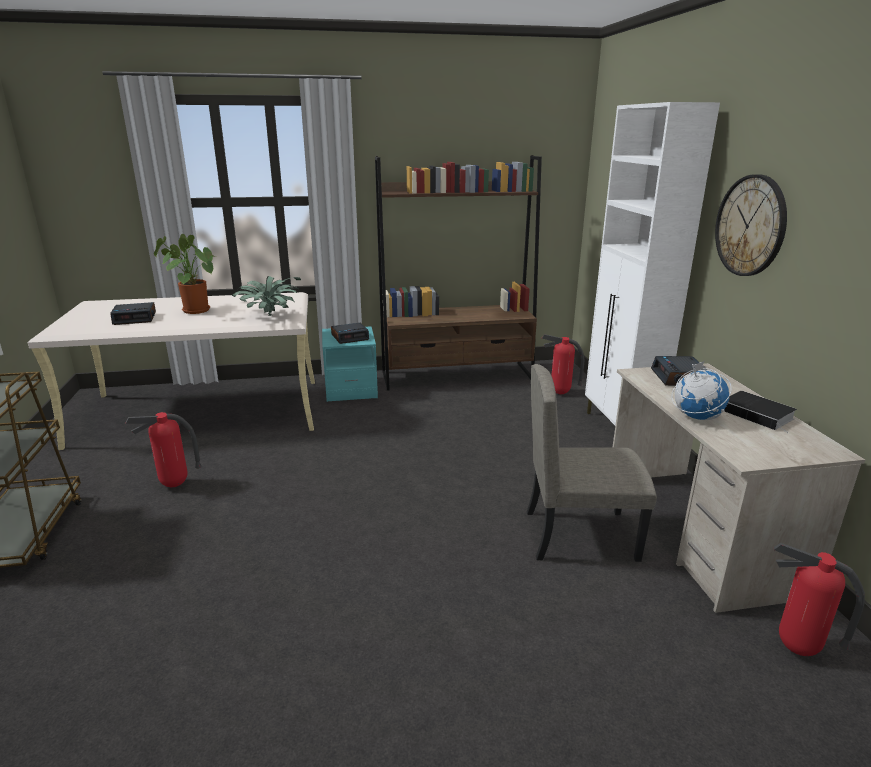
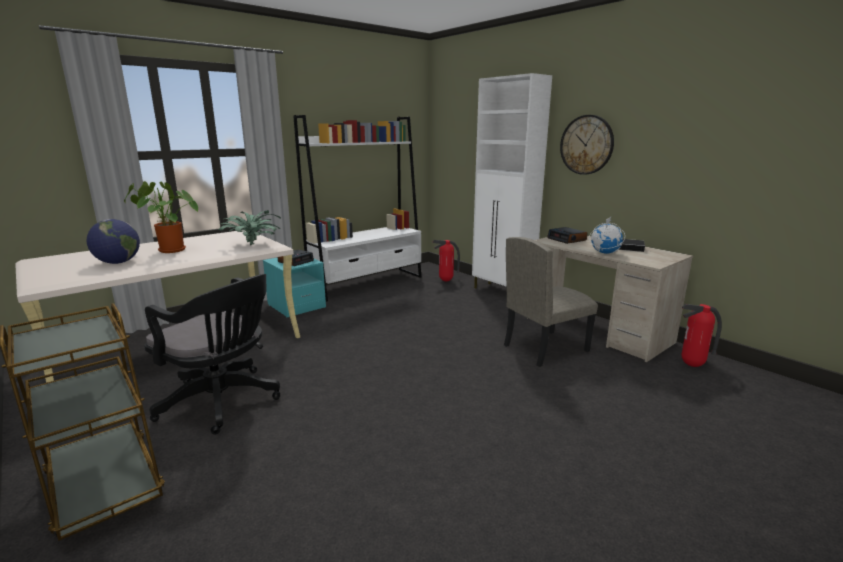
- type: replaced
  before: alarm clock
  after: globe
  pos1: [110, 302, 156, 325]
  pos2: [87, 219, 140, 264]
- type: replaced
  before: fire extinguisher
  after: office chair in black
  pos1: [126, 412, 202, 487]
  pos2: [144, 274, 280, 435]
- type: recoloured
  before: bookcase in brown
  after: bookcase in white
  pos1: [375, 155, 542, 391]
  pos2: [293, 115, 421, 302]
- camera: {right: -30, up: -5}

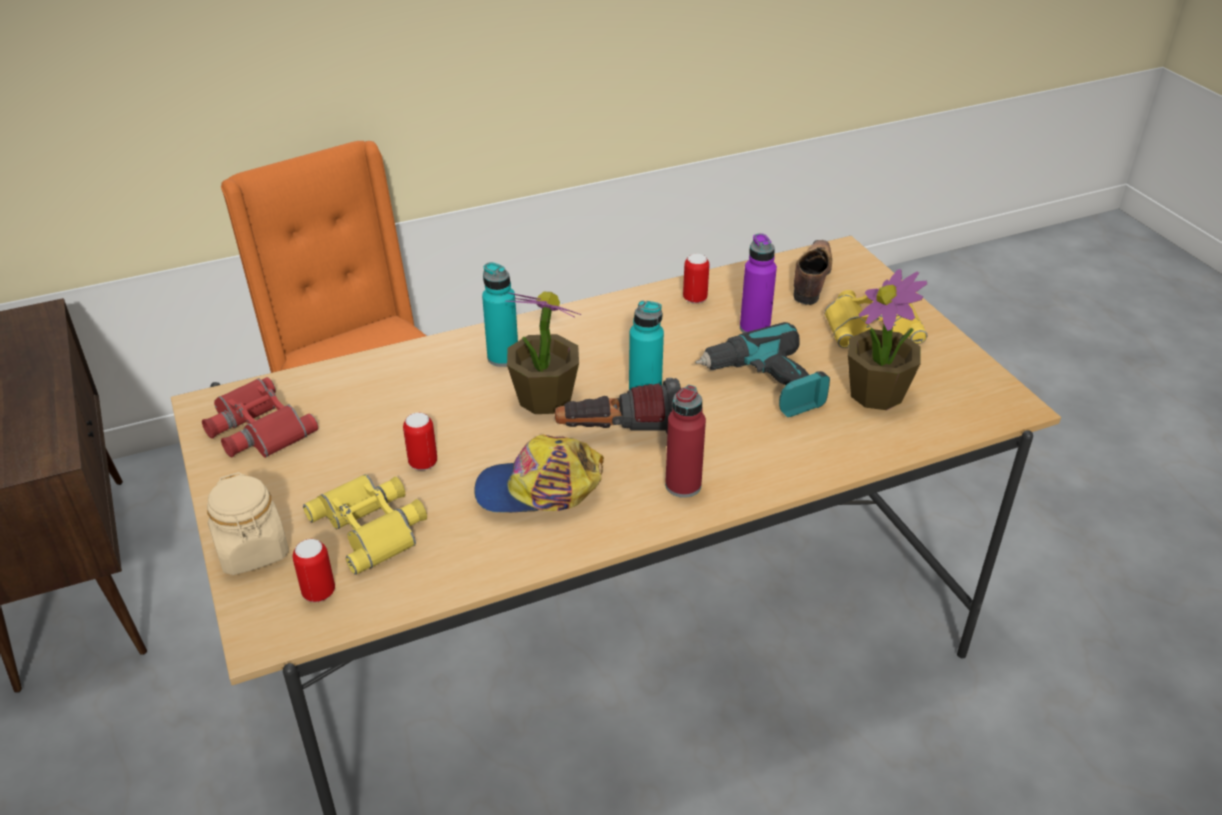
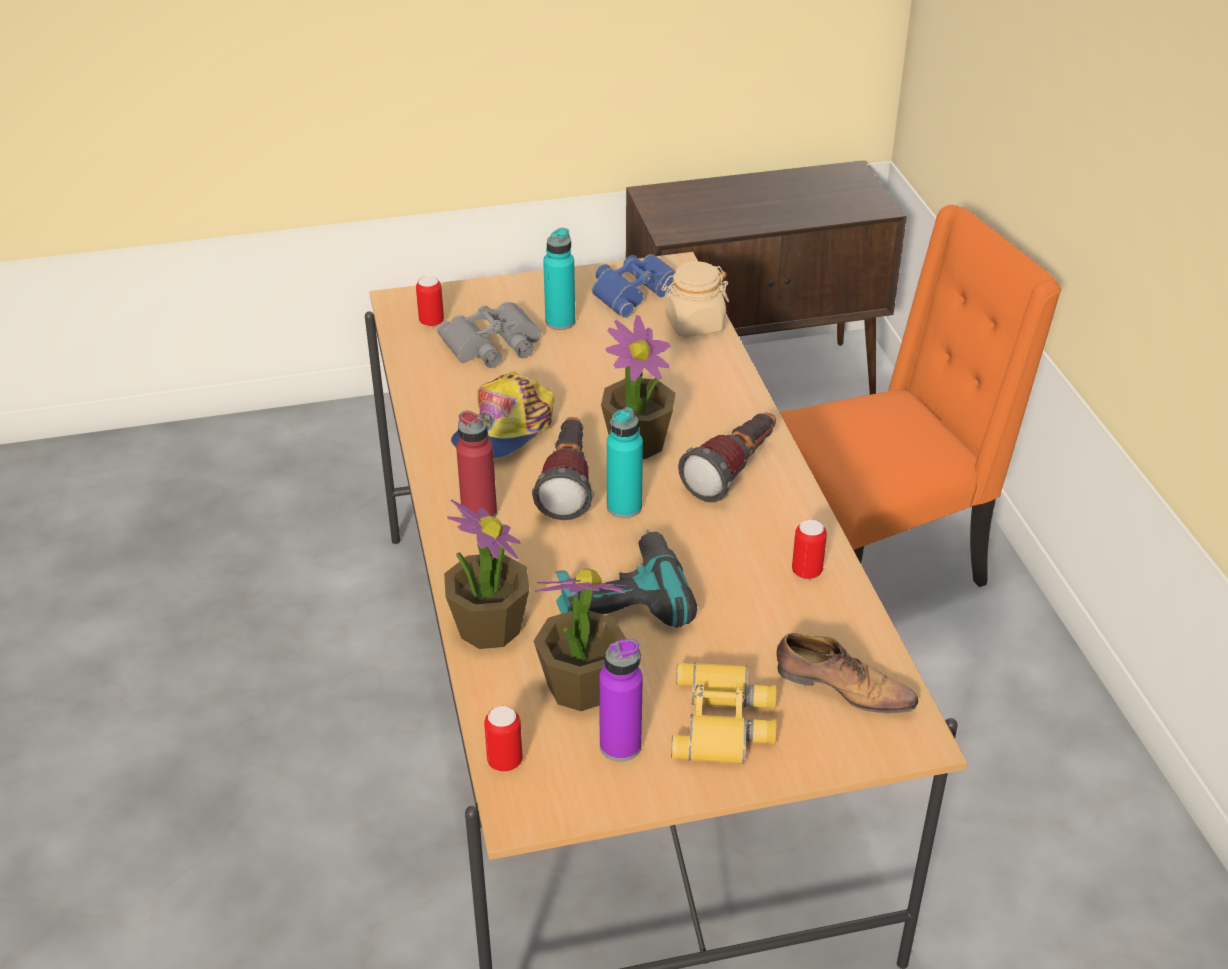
- type: recoloured
  before: binoculars in red
  after: binoculars in blue
  pos1: [202, 377, 318, 458]
  pos2: [592, 254, 676, 318]
- type: moved
  before: jar in beige
  pos1: [207, 472, 289, 575]
  pos2: [662, 261, 729, 337]
- type: recoloured
  before: binoculars in yellow
  after: binoculars in grey
  pos1: [303, 474, 427, 575]
  pos2: [437, 302, 541, 368]
- type: moved
  before: can
  pos1: [403, 413, 437, 470]
  pos2: [484, 706, 523, 772]
- type: turned
  before: cap
  pos1: [475, 435, 604, 513]
  pos2: [451, 371, 554, 458]
  turn: -150
- type: moved
  before: bottle in turquoise
  pos1: [482, 262, 518, 367]
  pos2: [543, 228, 575, 330]
- type: moved
  before: bottle in purple
  pos1: [740, 233, 777, 333]
  pos2: [599, 639, 643, 762]
- type: added
  after: potted plant
  pos2: [444, 500, 529, 649]
- type: added
  after: flashlight
  pos2: [678, 412, 776, 502]
- camera: {right: 100, up: 0}

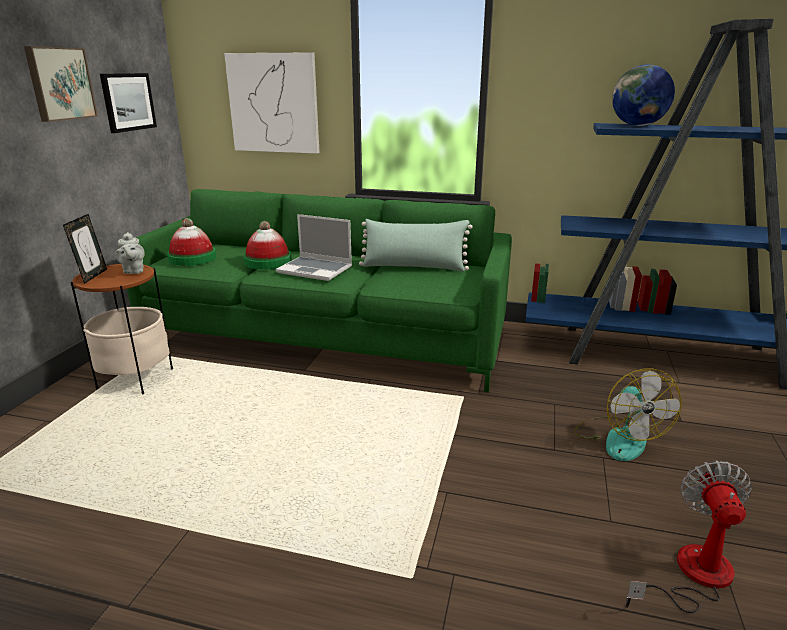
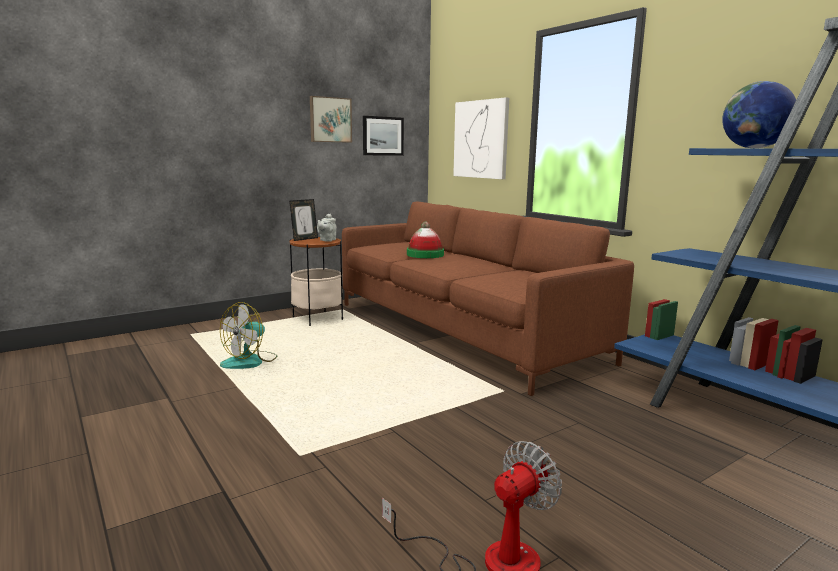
- type: recoloured
  before: sofa in green
  after: sofa in brown
  pos1: [119, 189, 512, 393]
  pos2: [342, 201, 634, 396]
- type: removed
  before: hat
  pos1: [167, 218, 216, 266]
- type: removed
  before: laptop
  pos1: [276, 214, 352, 281]
- type: removed
  before: pillow in green
  pos1: [359, 219, 472, 272]
- type: moved
  before: fan
  pos1: [574, 369, 682, 461]
  pos2: [220, 302, 277, 369]
- camera: {right: 40, up: -10}

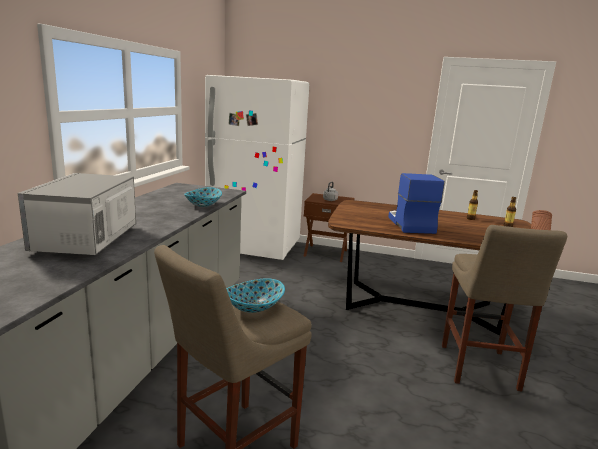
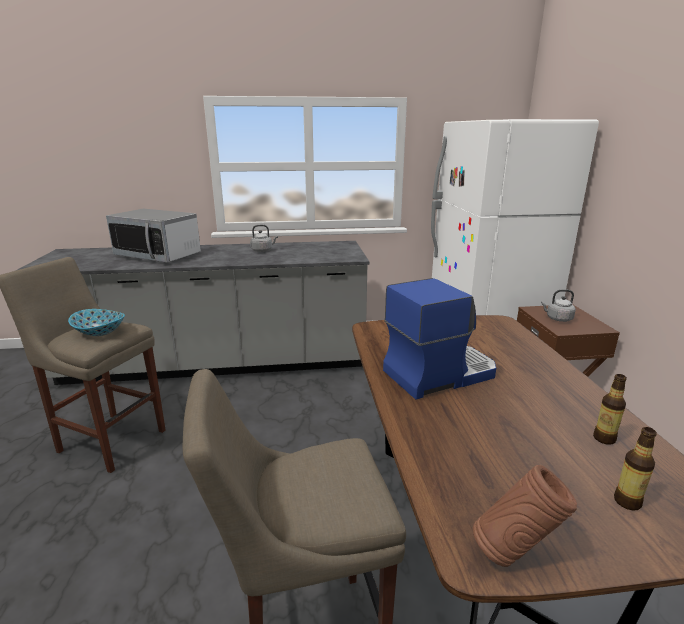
- type: turned
  before: microwave
  pos1: [18, 173, 136, 255]
  pos2: [106, 208, 201, 263]
  turn: -135
- type: removed
  before: bowl
  pos1: [184, 187, 222, 207]
- type: added
  after: kettle in grey
  pos2: [250, 225, 278, 252]
- camera: {right: 70, up: 5}

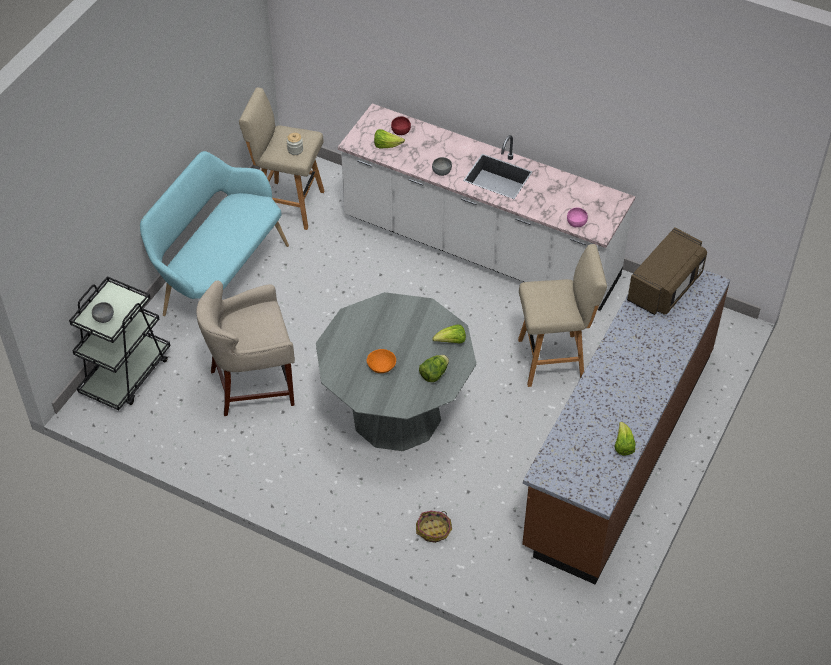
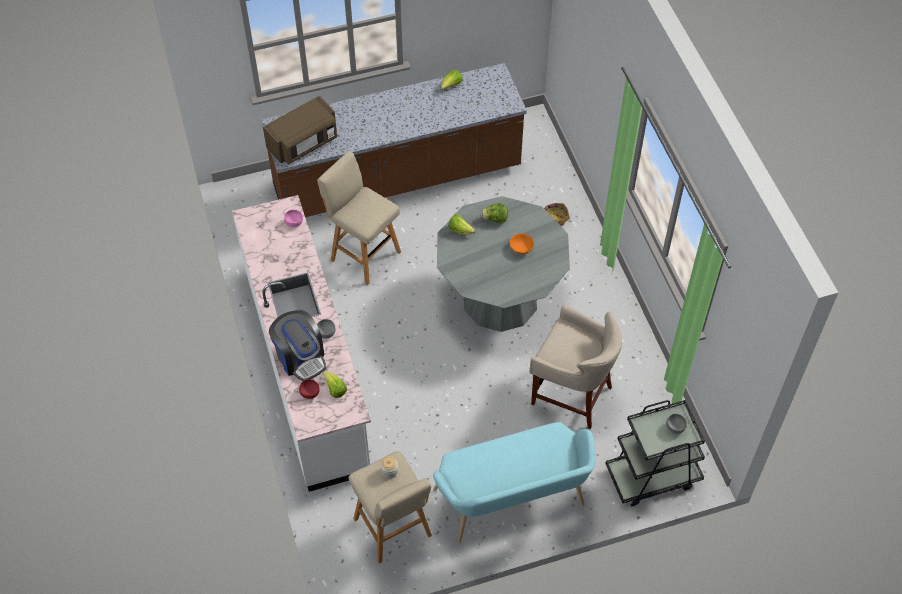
- type: turned
  before: microwave in brown
  pos1: [627, 227, 707, 315]
  pos2: [263, 96, 337, 164]
  turn: 150
- type: added
  after: coffee machine
  pos2: [269, 310, 326, 381]
- camera: {right: -135, up: 5}

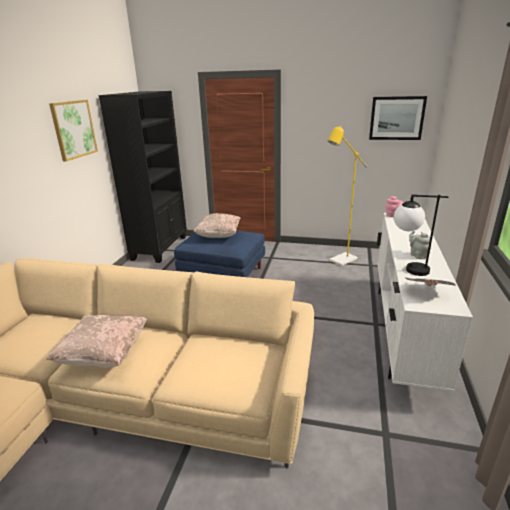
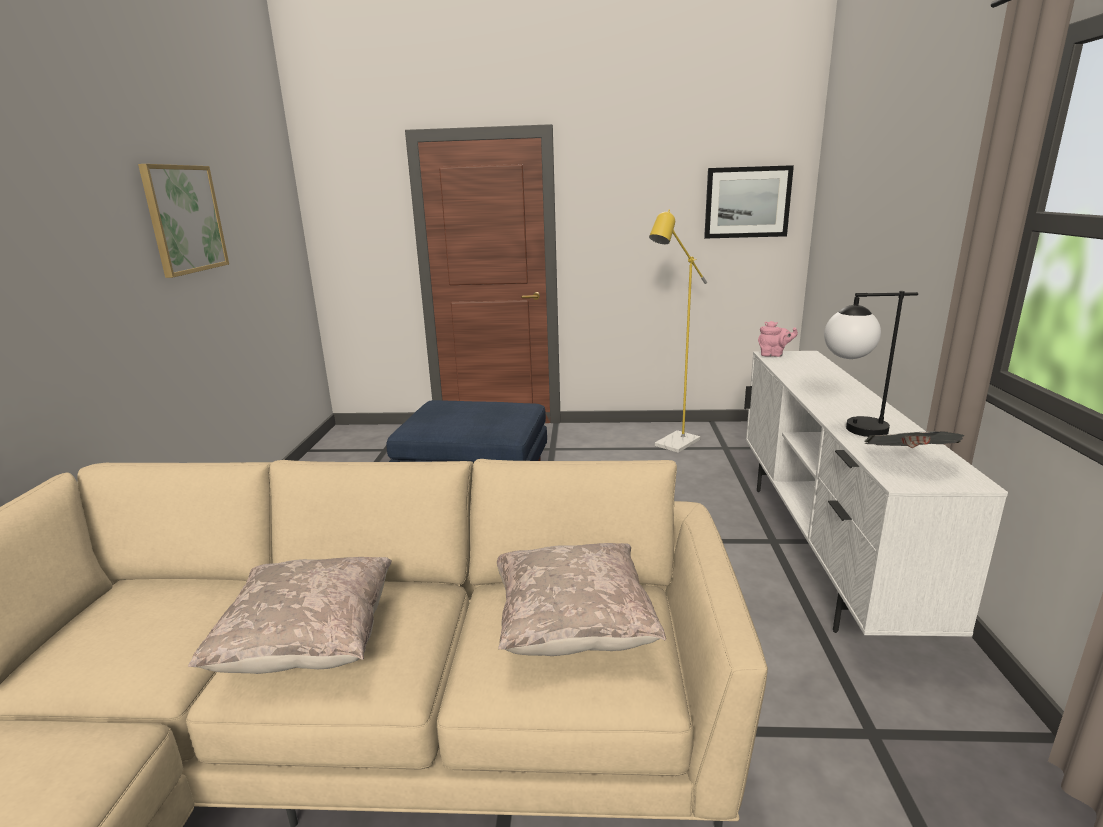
- type: removed
  before: bookcase in black
  pos1: [98, 91, 187, 263]
- type: moved
  before: pillow in beige
  pos1: [194, 213, 240, 238]
  pos2: [497, 543, 666, 656]
- type: removed
  before: teapot in grey
  pos1: [409, 231, 431, 259]
- camera: {right: -10, up: -5}

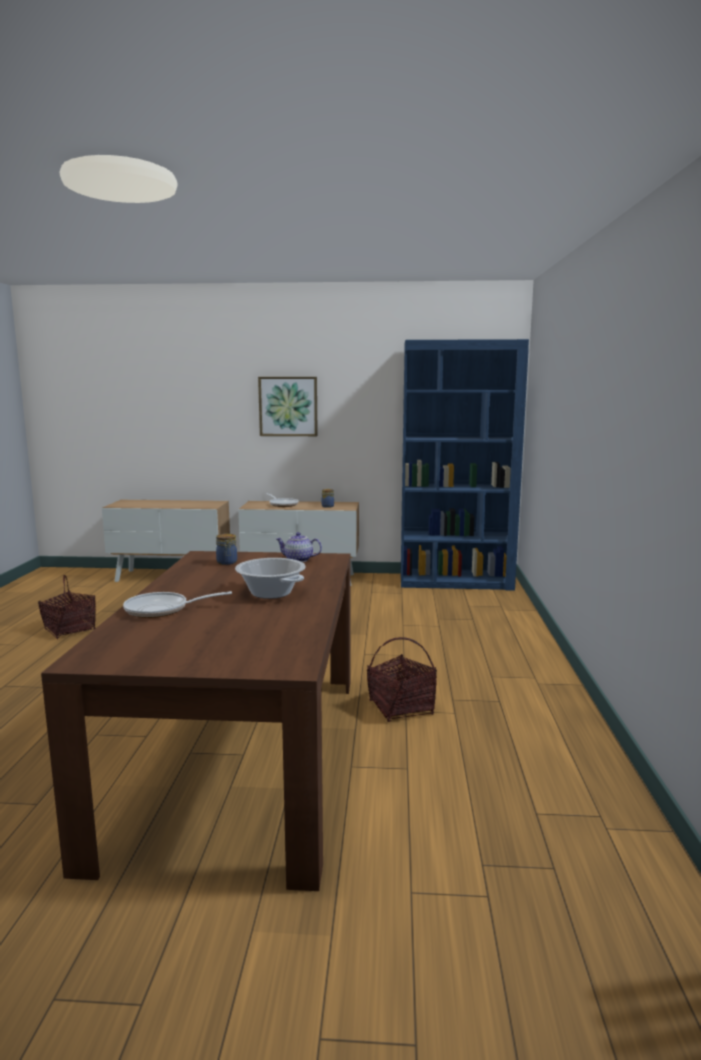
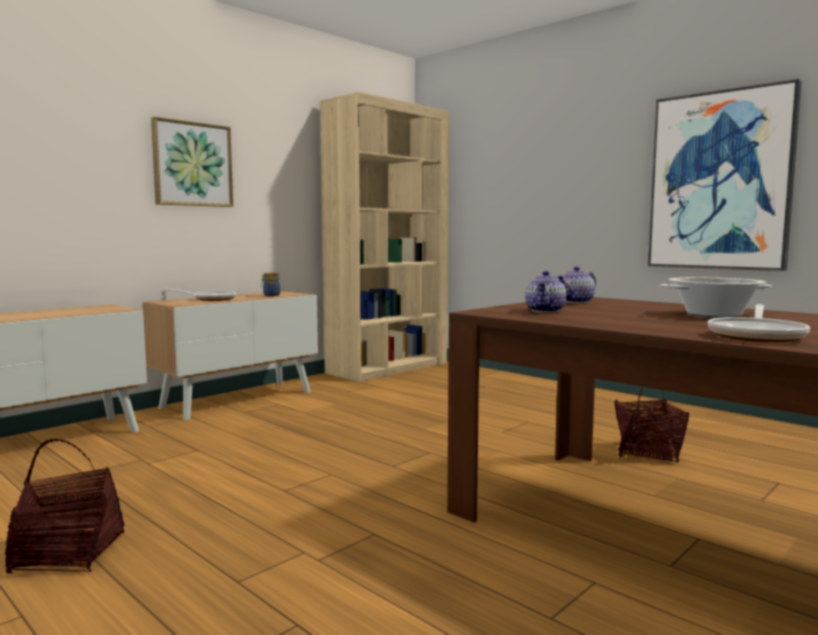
- type: replaced
  before: jar
  after: teapot
  pos1: [216, 534, 237, 565]
  pos2: [525, 271, 567, 313]
- type: recoloured
  before: bookcase in blue
  after: bookcase in beige
  pos1: [401, 339, 529, 591]
  pos2: [320, 92, 449, 382]
- type: added
  after: picture
  pos2: [648, 79, 802, 271]
- camera: {right: -50, up: -5}

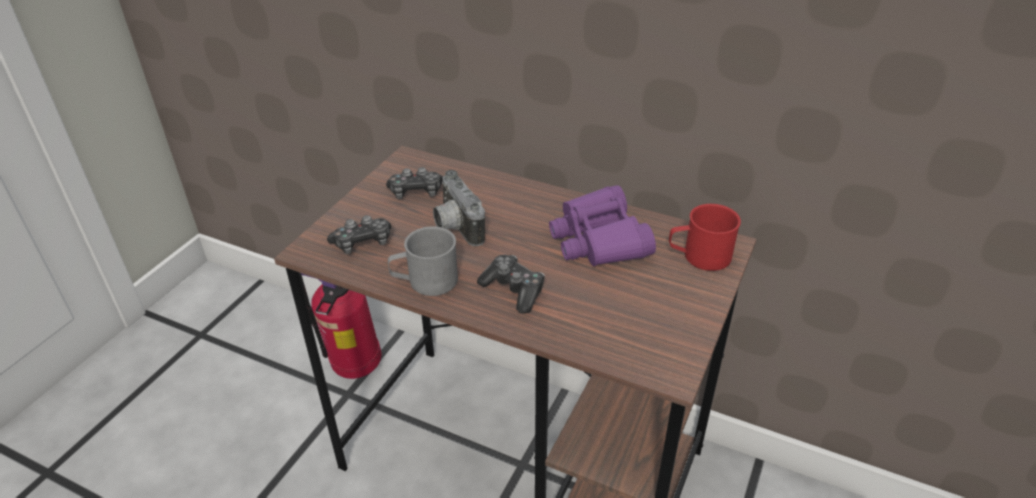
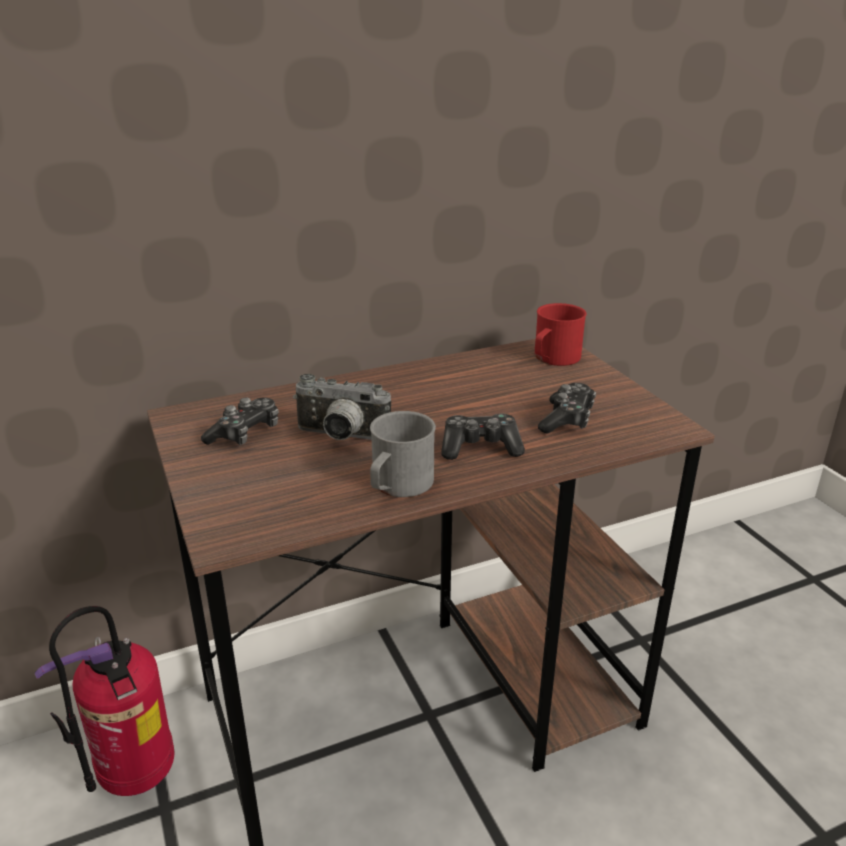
- type: moved
  before: game controller
  pos1: [327, 215, 391, 254]
  pos2: [538, 383, 596, 434]
- type: removed
  before: binoculars in purple
  pos1: [549, 185, 656, 266]
- camera: {right: -50, up: -10}

